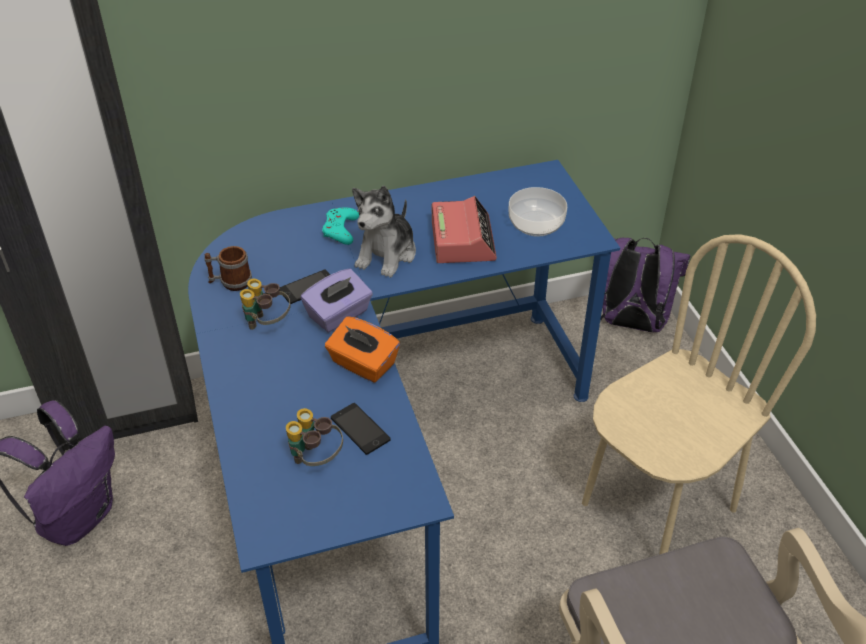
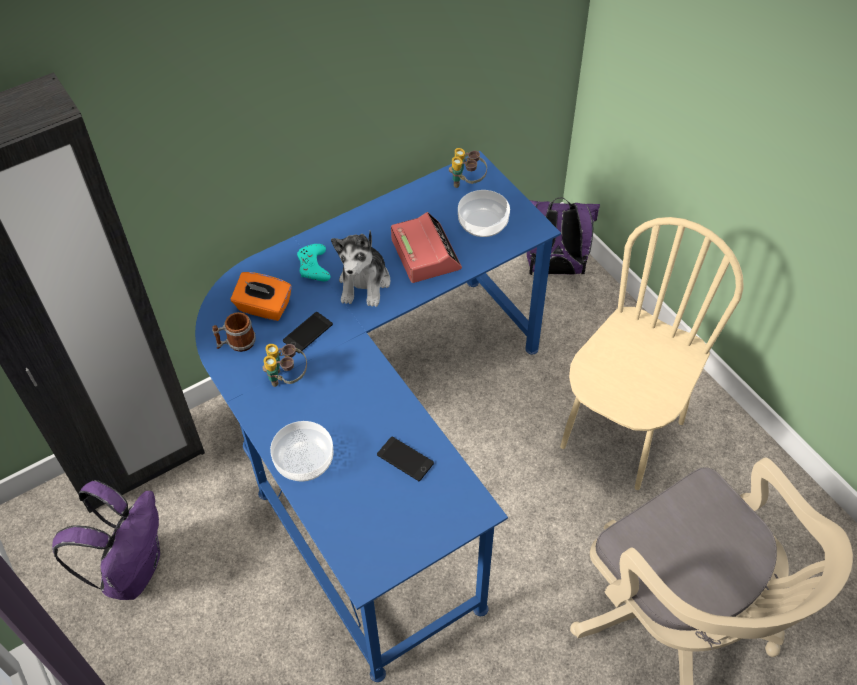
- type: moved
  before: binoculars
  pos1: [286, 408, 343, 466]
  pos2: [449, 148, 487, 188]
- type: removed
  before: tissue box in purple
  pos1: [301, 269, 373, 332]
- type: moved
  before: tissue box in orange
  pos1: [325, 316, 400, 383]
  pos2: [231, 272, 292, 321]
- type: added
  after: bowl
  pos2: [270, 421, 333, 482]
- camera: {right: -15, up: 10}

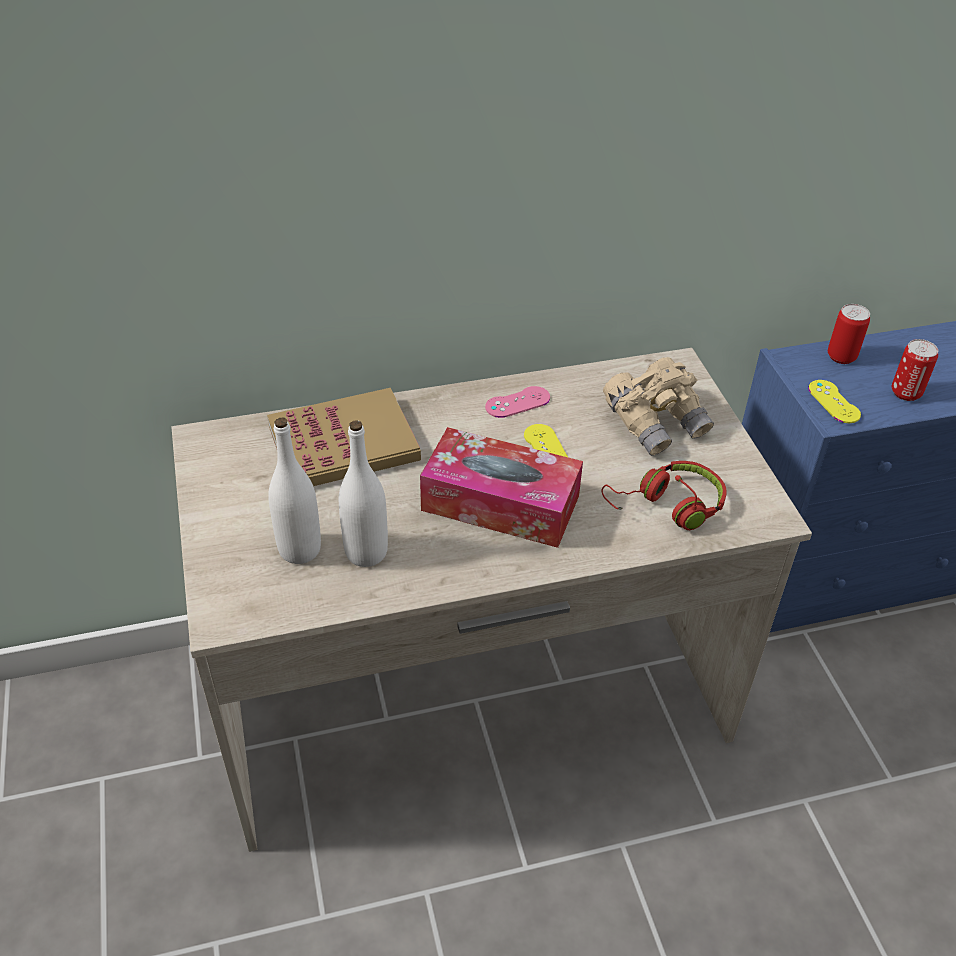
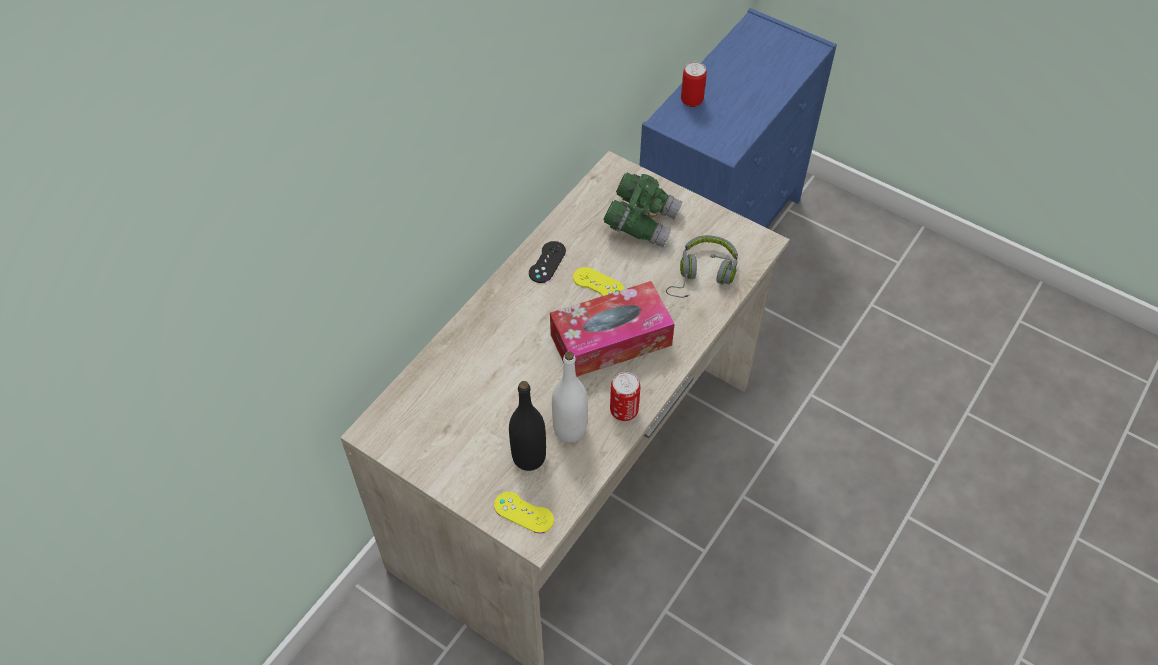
- type: removed
  before: book
  pos1: [267, 388, 421, 486]
- type: recoloured
  before: bottle in white
  after: bottle in black
  pos1: [268, 417, 321, 564]
  pos2: [509, 381, 546, 471]
- type: recoloured
  before: game controller in pink
  after: game controller in black
  pos1: [485, 386, 550, 418]
  pos2: [529, 241, 566, 283]
- type: recoloured
  before: headphones in red
  after: headphones in grey
  pos1: [602, 461, 727, 530]
  pos2: [666, 235, 738, 298]
- type: recoloured
  before: binoculars in beige
  after: binoculars in green
  pos1: [603, 357, 714, 456]
  pos2: [603, 173, 682, 247]
- type: moved
  before: game controller in yellow
  pos1: [808, 380, 861, 423]
  pos2: [494, 492, 554, 533]
- type: moved
  before: can
  pos1: [892, 339, 938, 401]
  pos2: [610, 372, 640, 421]
- camera: {right: -40, up: 10}

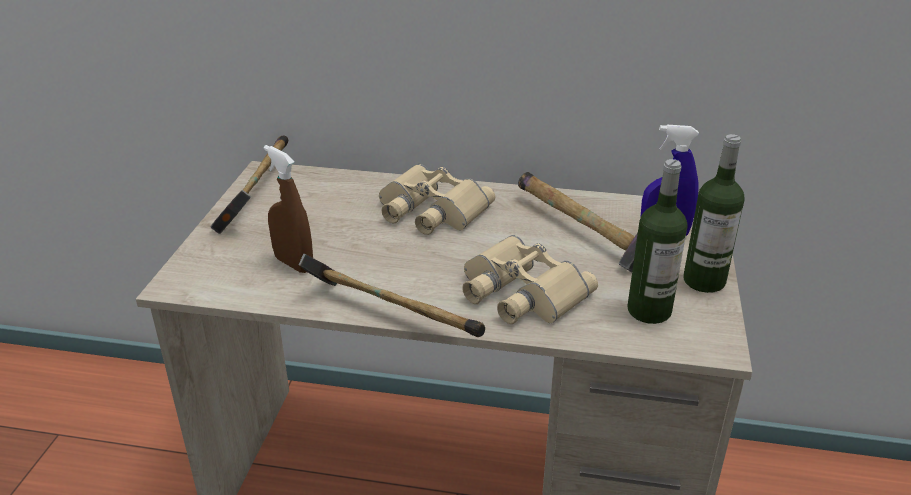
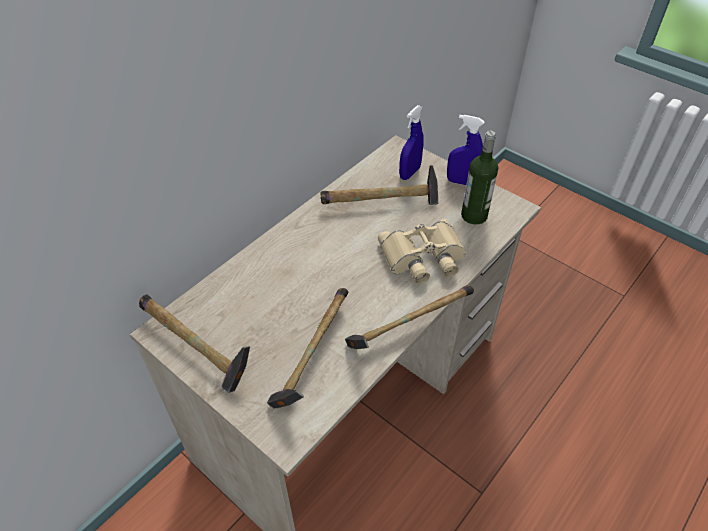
- type: replaced
  before: spray bottle in brown
  after: hammer
  pos1: [264, 145, 313, 273]
  pos2: [267, 288, 349, 409]
- type: removed
  before: binoculars in beige
  pos1: [379, 164, 495, 235]
- type: replaced
  before: bottle
  after: spray bottle in blue
  pos1: [683, 134, 744, 293]
  pos2: [447, 115, 485, 185]
- camera: {right: -60, up: 15}

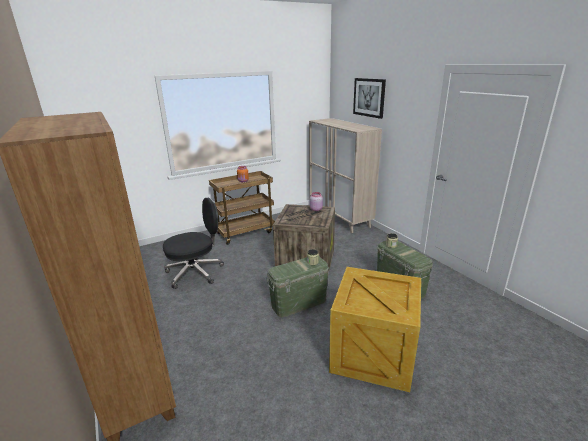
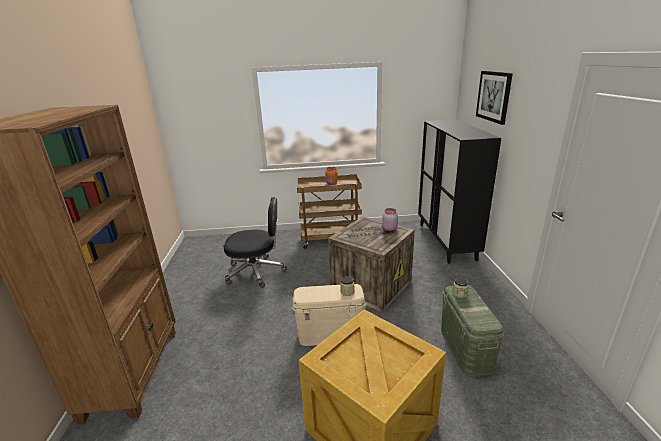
- type: recoloured
  before: storage box in green
  after: storage box in beige
  pos1: [266, 257, 329, 317]
  pos2: [291, 284, 367, 346]
- type: recoloured
  before: cabinet in beige
  after: cabinet in black
  pos1: [309, 118, 382, 233]
  pos2: [418, 119, 501, 264]
- camera: {right: 25, up: 0}

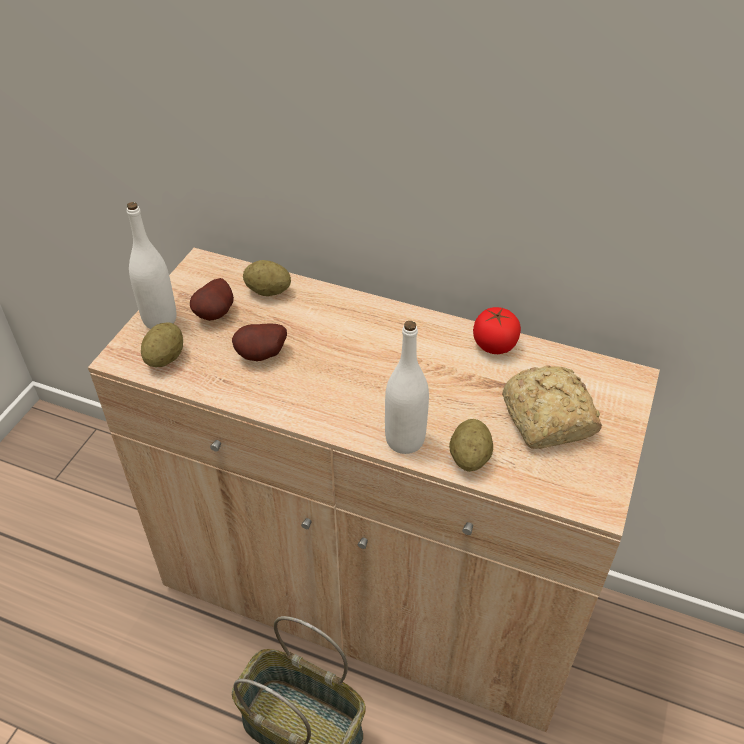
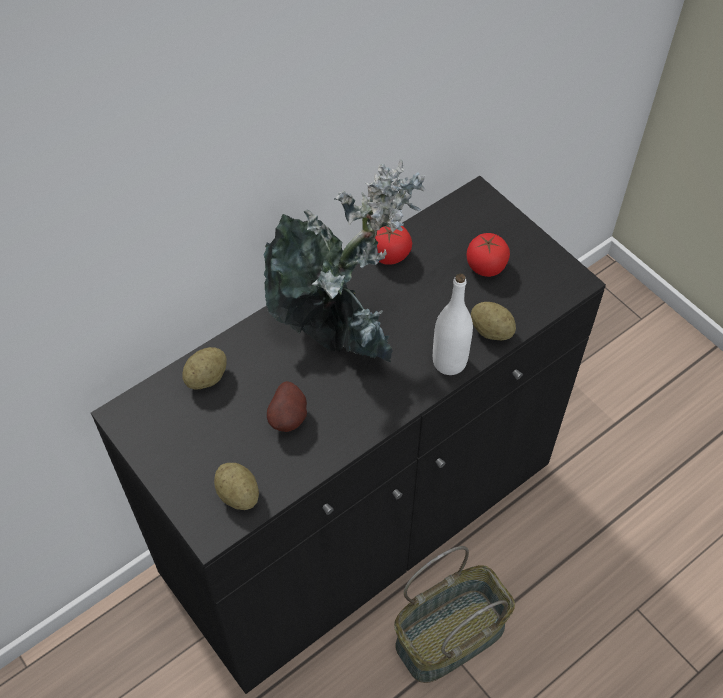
- type: recoloured
  before: cabinet in beige
  after: cabinet in black
  pos1: [88, 248, 660, 732]
  pos2: [91, 176, 606, 694]
- type: removed
  before: bottle in white
  pos1: [127, 202, 177, 329]
- type: removed
  before: potato
  pos1: [190, 278, 234, 321]
- type: replaced
  before: bread
  after: tomato
  pos1: [502, 365, 602, 449]
  pos2: [467, 233, 510, 277]
- type: added
  after: potted plant
  pos2: [264, 159, 426, 362]
- camera: {right: -60, up: 10}

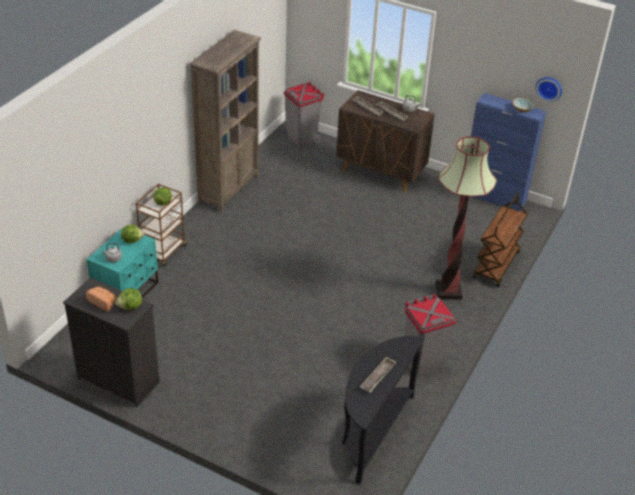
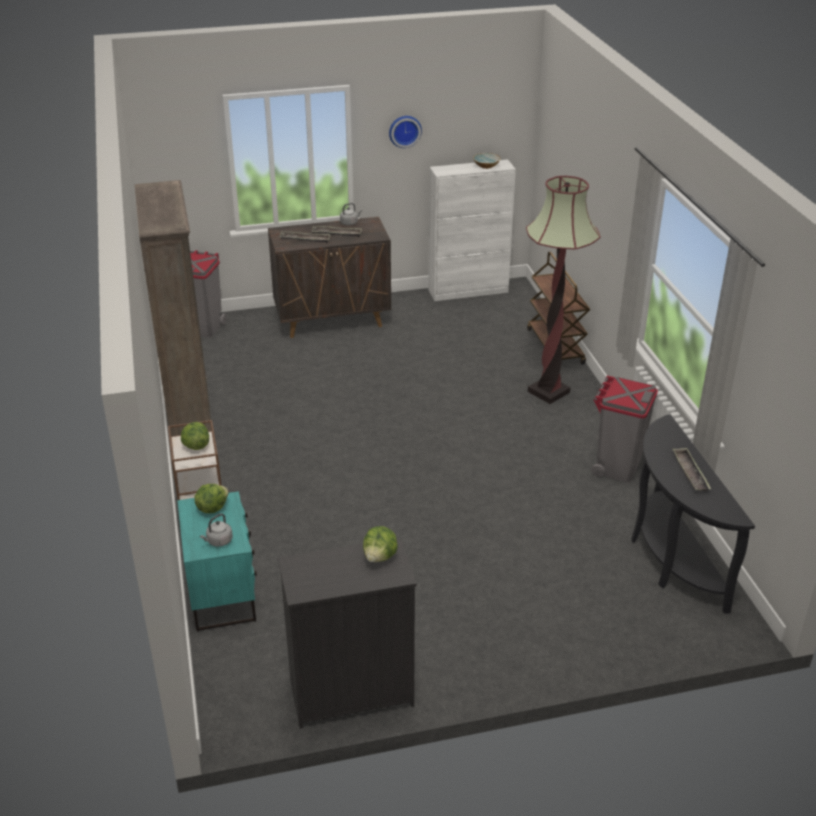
- type: removed
  before: bread
  pos1: [86, 287, 116, 311]
- type: recoloured
  before: cabinet in blue
  after: cabinet in white
  pos1: [471, 93, 546, 211]
  pos2: [428, 159, 516, 301]
- type: moved
  before: wall clock
  pos1: [535, 77, 562, 102]
  pos2: [389, 116, 422, 148]
- camera: {right: -40, up: -5}

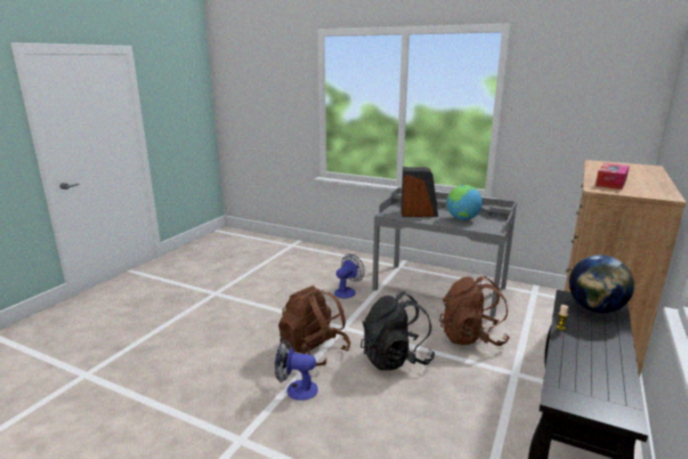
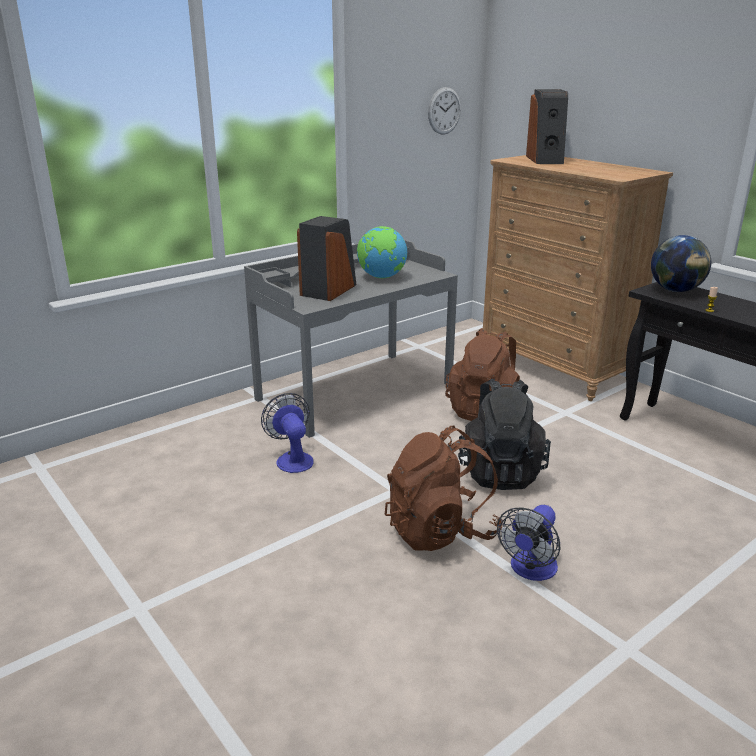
- type: removed
  before: tissue box
  pos1: [595, 163, 629, 189]
- type: added
  after: wall clock
  pos2: [428, 87, 461, 135]
- type: added
  after: speaker
  pos2: [526, 89, 568, 164]
- camera: {right: -65, up: 5}

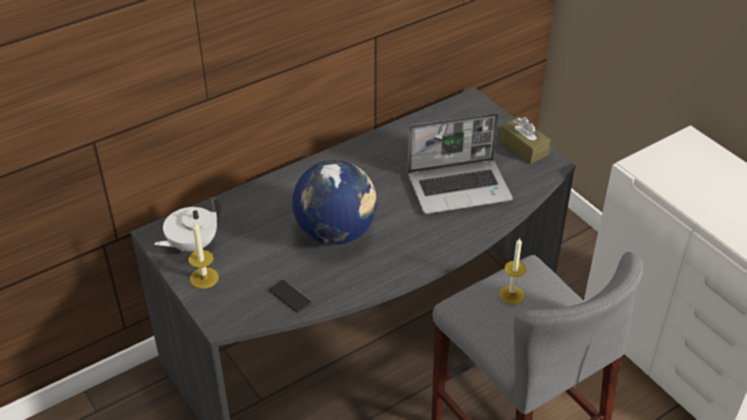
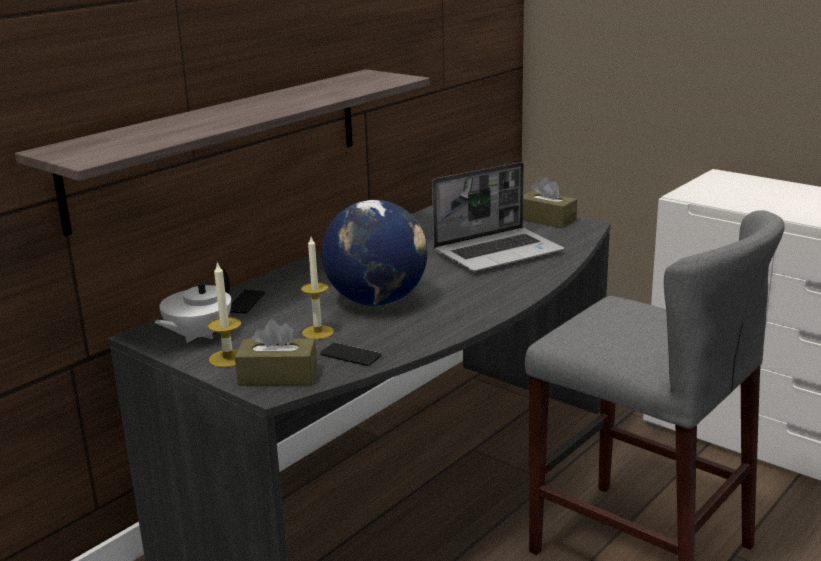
- type: moved
  before: candle
  pos1: [499, 238, 526, 304]
  pos2: [301, 237, 334, 340]
- type: added
  after: shelf
  pos2: [15, 69, 430, 236]
- type: added
  after: phone
  pos2: [230, 290, 265, 313]
- type: added
  after: tissue box in brown
  pos2: [235, 320, 317, 386]
- camera: {right: -15, up: -20}

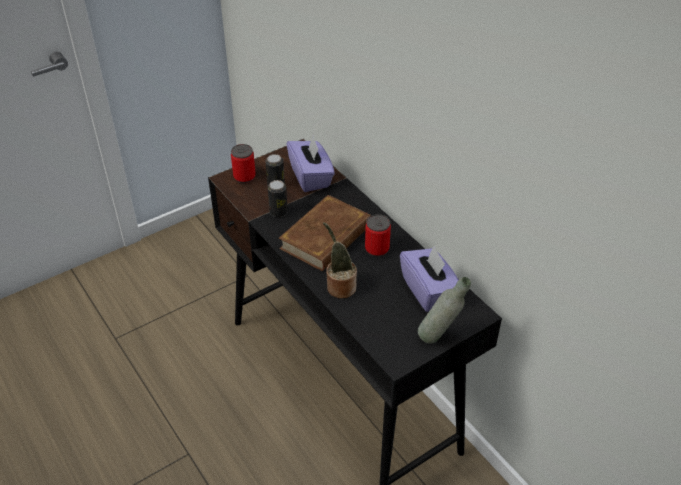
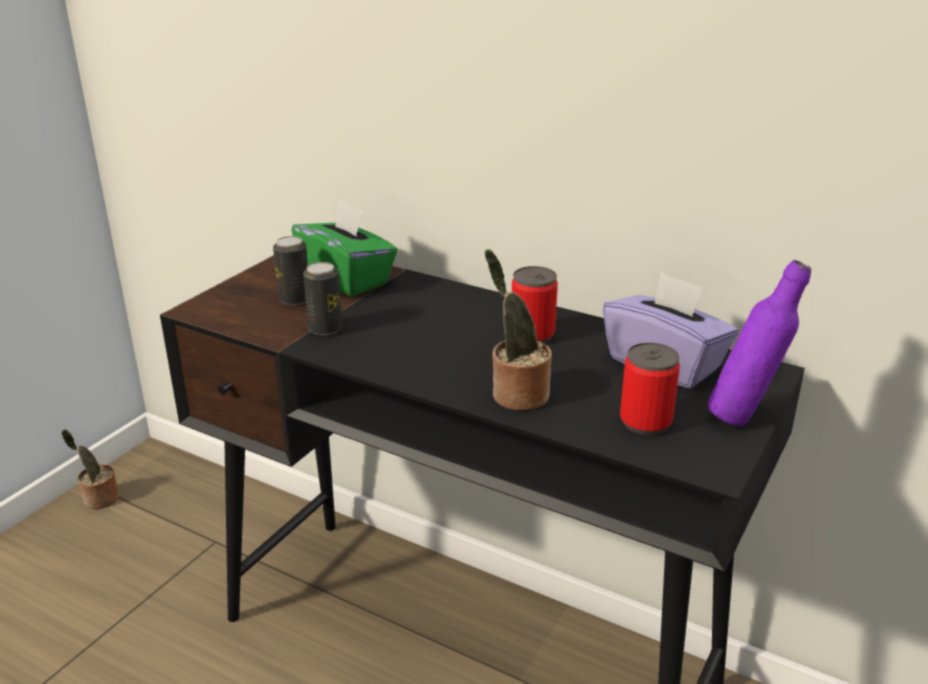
- type: moved
  before: can
  pos1: [231, 144, 256, 183]
  pos2: [620, 342, 680, 435]
- type: removed
  before: book in brown
  pos1: [279, 195, 371, 271]
- type: recoloured
  before: tissue box in purple
  after: tissue box in green
  pos1: [286, 136, 335, 192]
  pos2: [291, 200, 398, 296]
- type: recoloured
  before: bottle in grey
  after: bottle in purple
  pos1: [418, 277, 471, 344]
  pos2: [707, 260, 811, 426]
- type: added
  after: potted plant
  pos2: [61, 429, 119, 509]
- camera: {right: -25, up: -15}

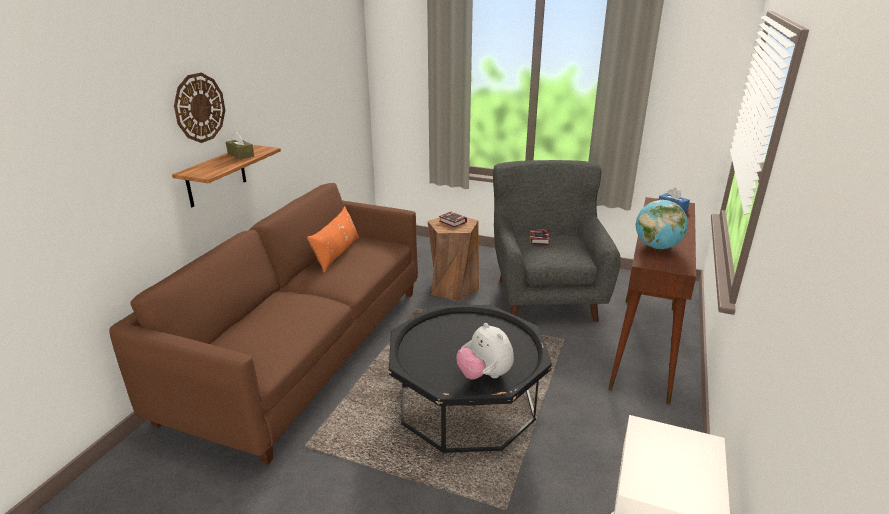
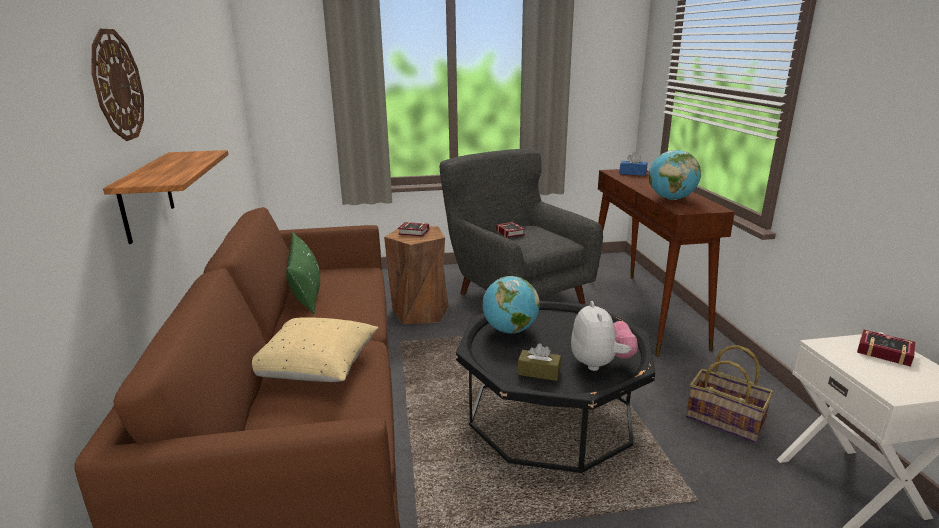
- type: moved
  before: tissue box in brown
  pos1: [226, 131, 254, 160]
  pos2: [518, 343, 561, 381]
- type: recoloured
  before: pillow in orange
  after: pillow in green
  pos1: [307, 206, 359, 273]
  pos2: [286, 232, 320, 314]
- type: turned
  before: plush toy
  pos1: [457, 323, 514, 379]
  pos2: [571, 301, 638, 371]
  turn: -120
- type: added
  after: pillow in beige
  pos2: [252, 317, 378, 382]
- type: added
  after: globe
  pos2: [483, 276, 540, 333]
- type: added
  after: basket
  pos2: [686, 345, 773, 443]
- type: added
  after: book
  pos2: [857, 329, 915, 367]
- camera: {right: -30, up: -5}

